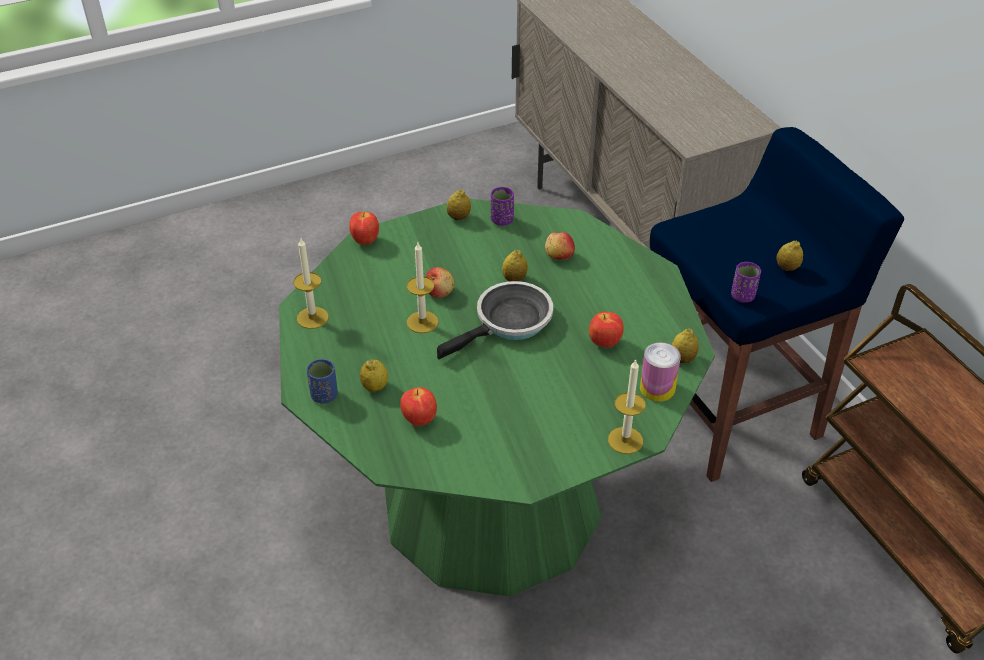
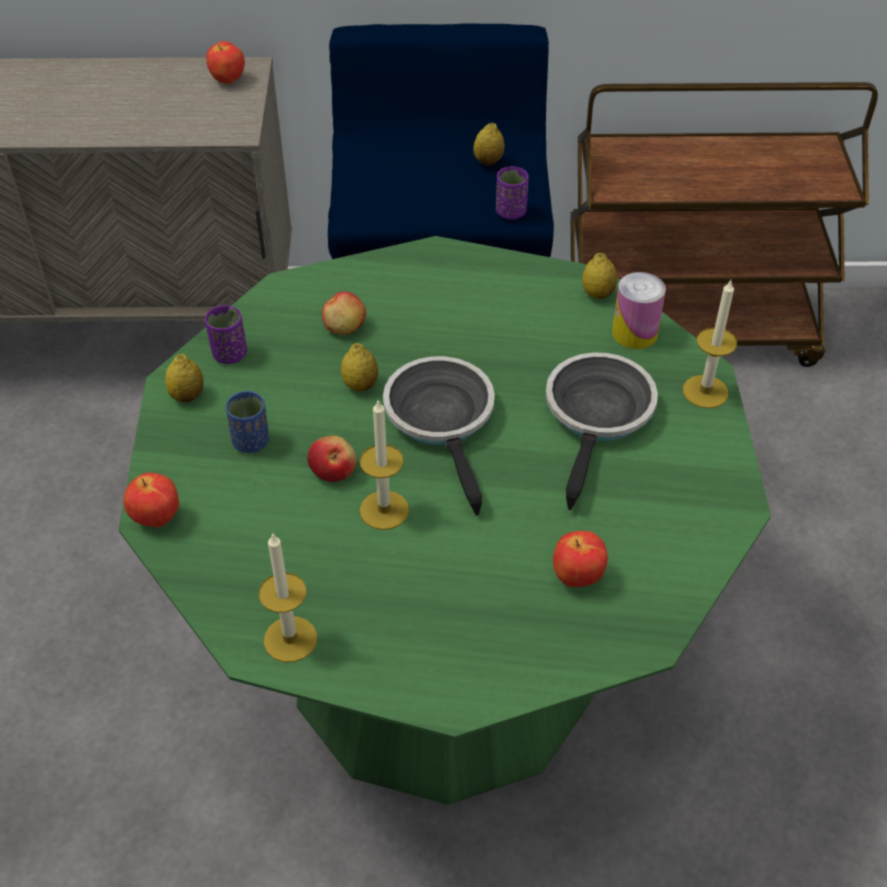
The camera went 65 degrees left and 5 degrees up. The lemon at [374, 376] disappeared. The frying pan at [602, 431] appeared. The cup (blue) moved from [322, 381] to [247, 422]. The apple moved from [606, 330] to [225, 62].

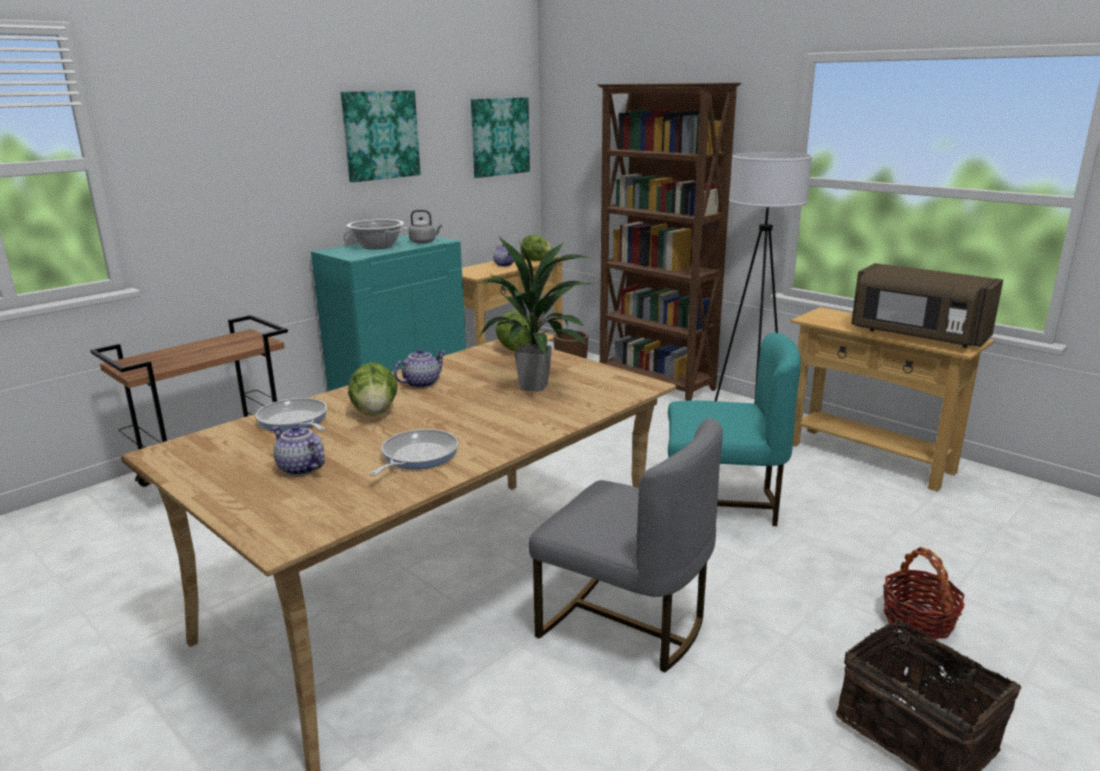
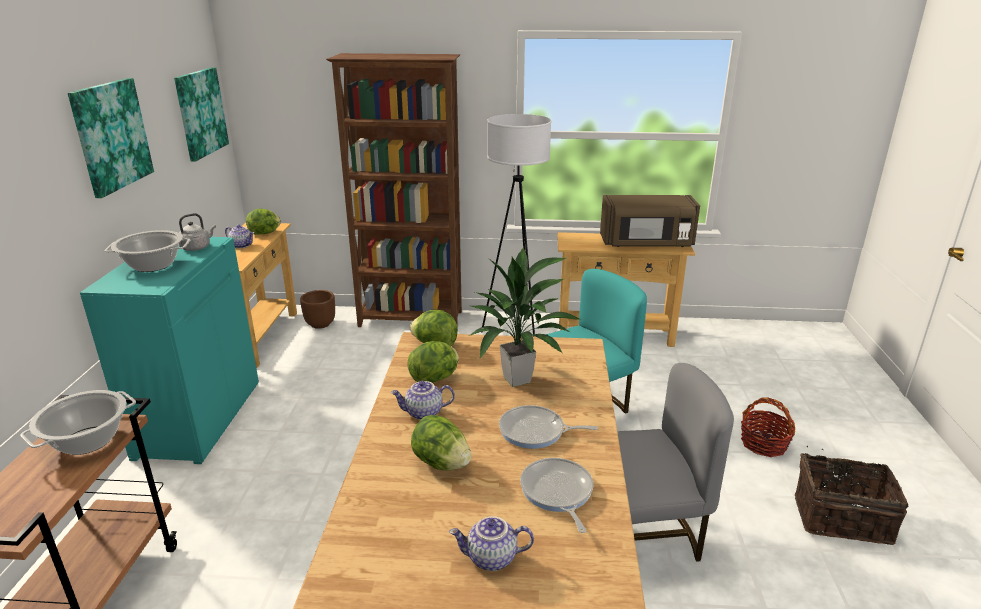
The camera went 40 degrees left and 5 degrees up. The cooking pot at [78, 422] appeared. The lettuce at [433, 362] appeared. The frying pan moved from [291, 415] to [548, 427]. The teapot at [420, 368] turned 105 degrees counterclockwise.

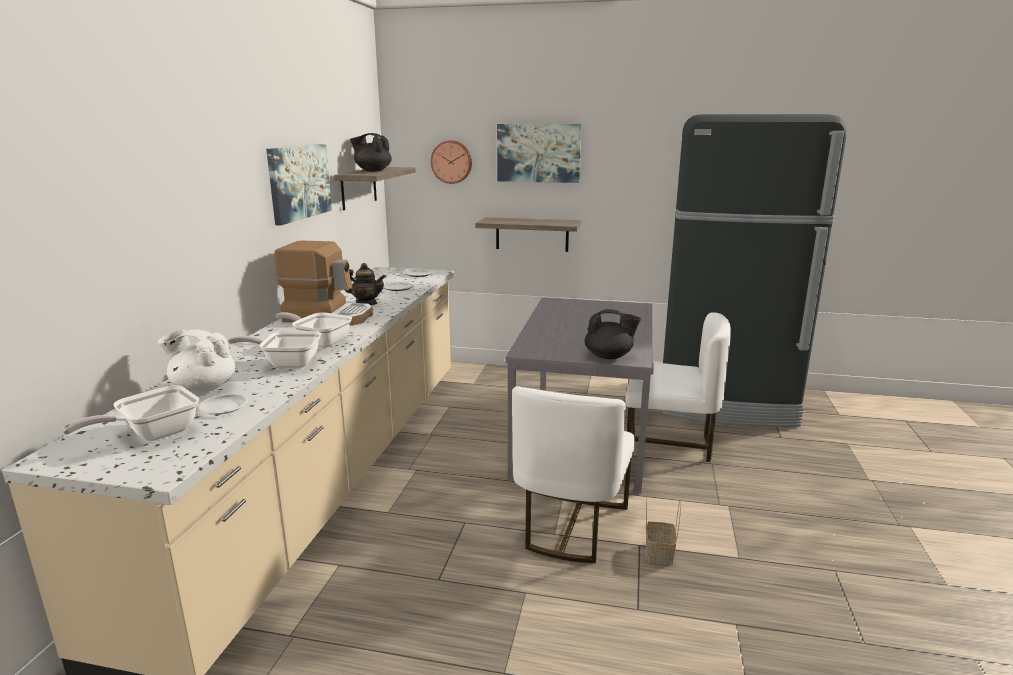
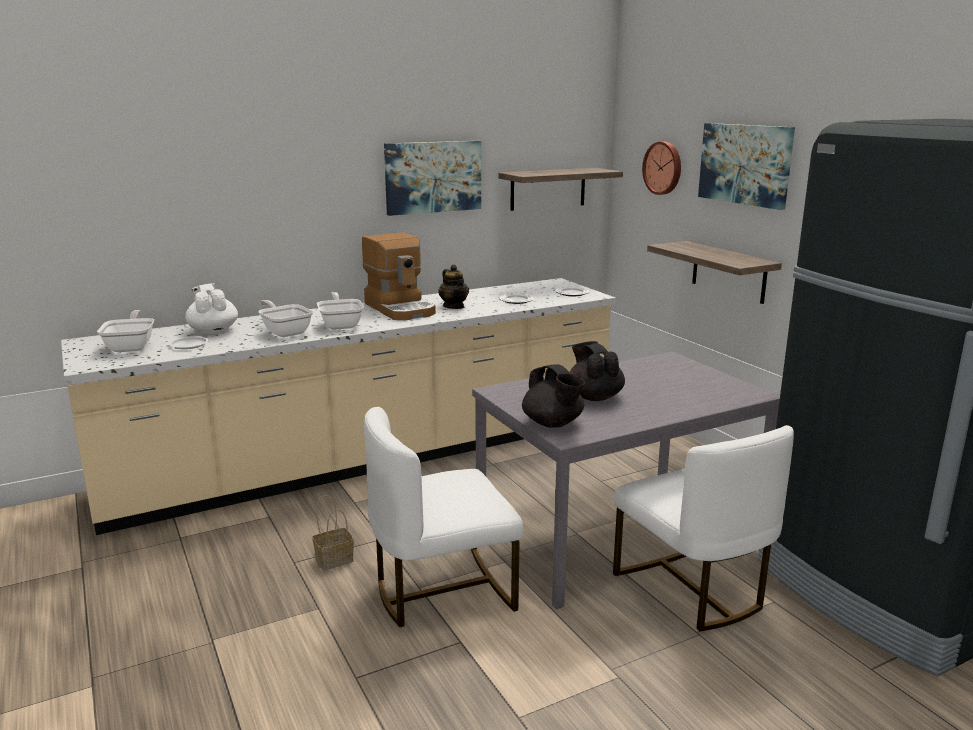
The camera went 50 degrees right and 0 degrees up. The teapot (black) moved from [371, 152] to [597, 371]. The basket moved from [663, 530] to [333, 532]. The frying pan at [130, 413] turned 75 degrees clockwise.

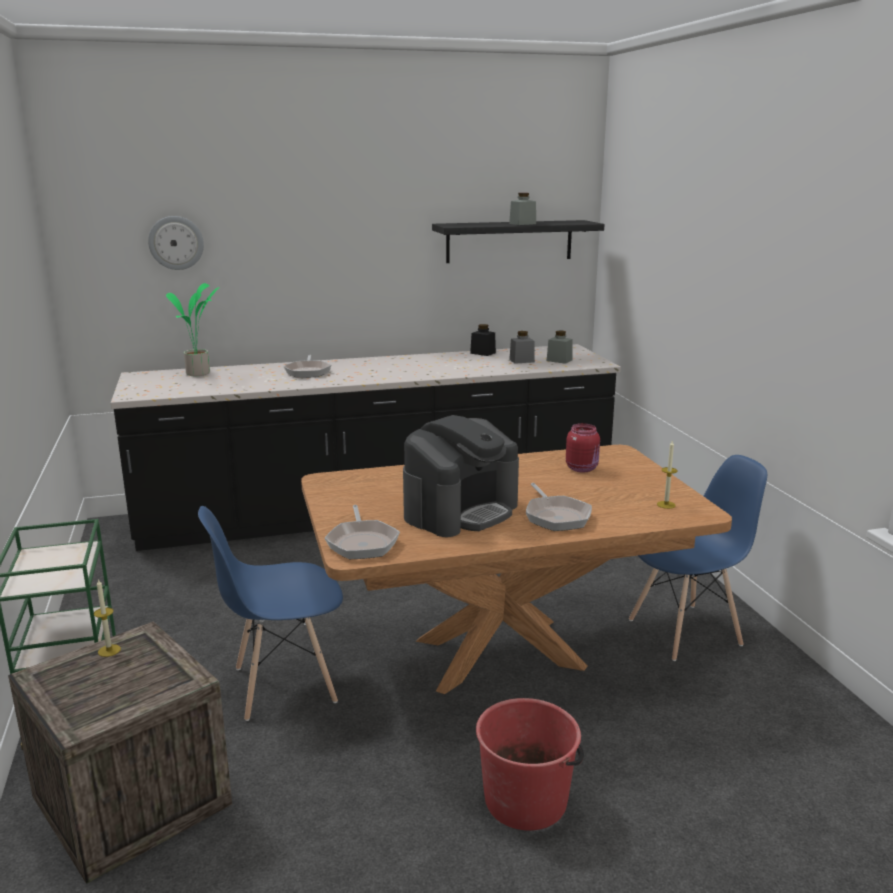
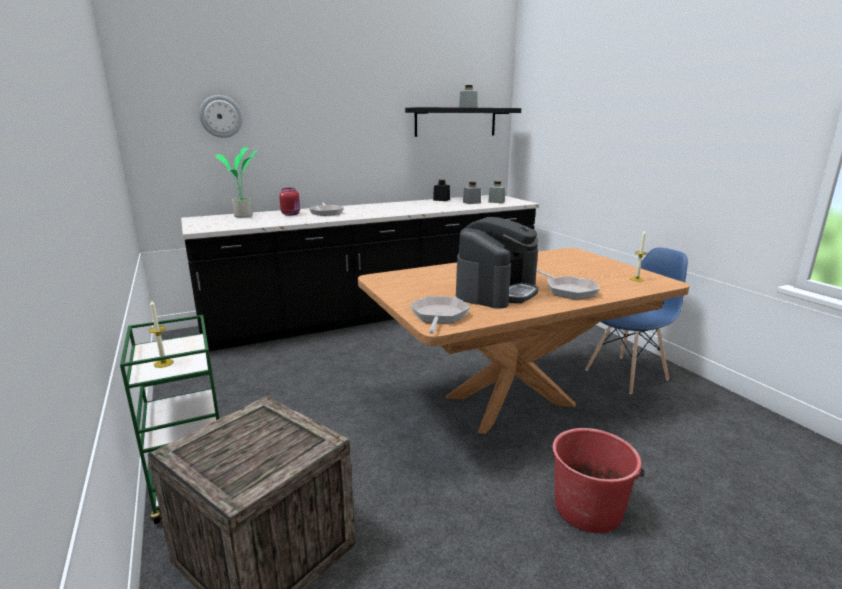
The camera went 10 degrees left and 0 degrees up. The chair (blue) at [270, 613] disappeared. The candle moved from [107, 618] to [161, 333]. The jar (red) moved from [583, 448] to [289, 202]. The frying pan at [362, 532] turned 150 degrees counterclockwise.

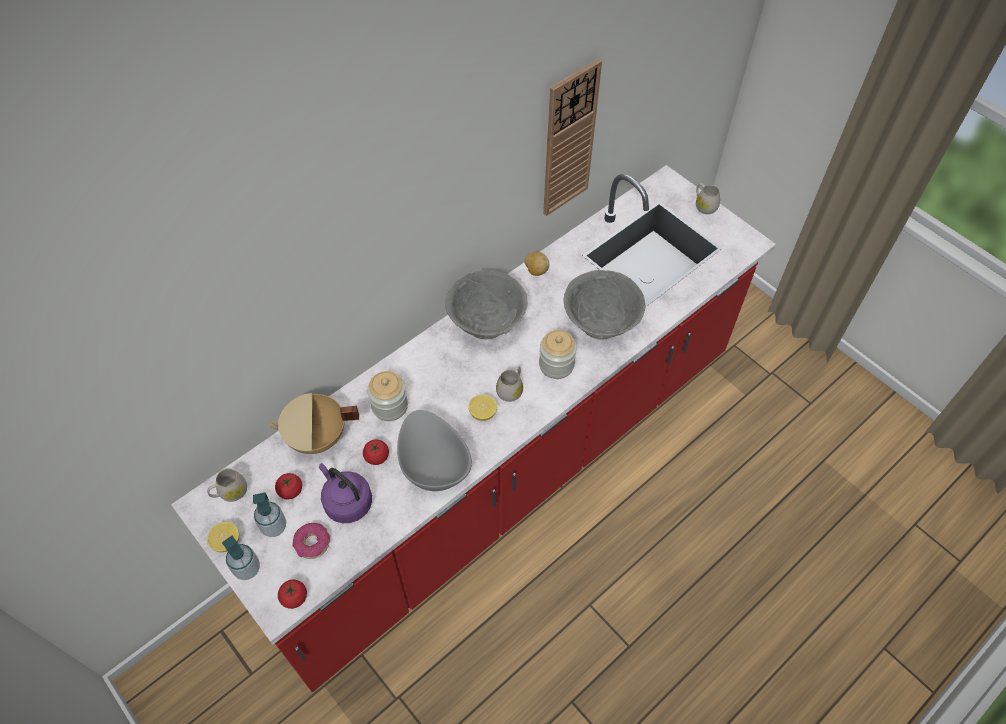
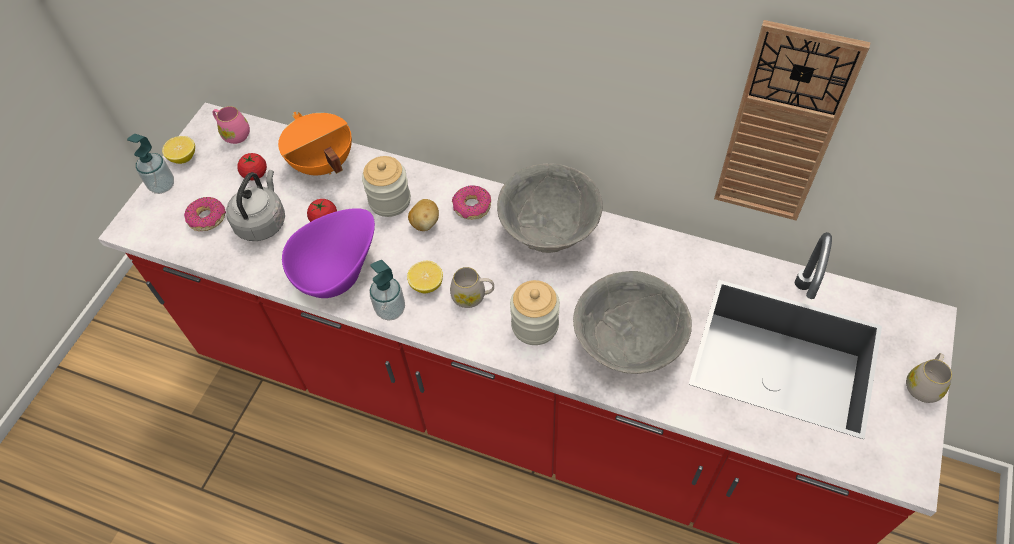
The camera went 65 degrees right and 0 degrees up. The tomato at [292, 594] disappeared. The donut at [471, 202] appeared. The soap dispenser moved from [269, 515] to [387, 290]. The potato moved from [536, 264] to [423, 215]. The mug (white) at [227, 485] became the mug (pink) at [231, 125]. The cooking pot (beige) at [314, 423] became the cooking pot (orange) at [315, 143]. The kettle (purple) at [345, 493] became the kettle (grey) at [255, 205]. The bowl (grey) at [434, 450] became the bowl (purple) at [328, 253].

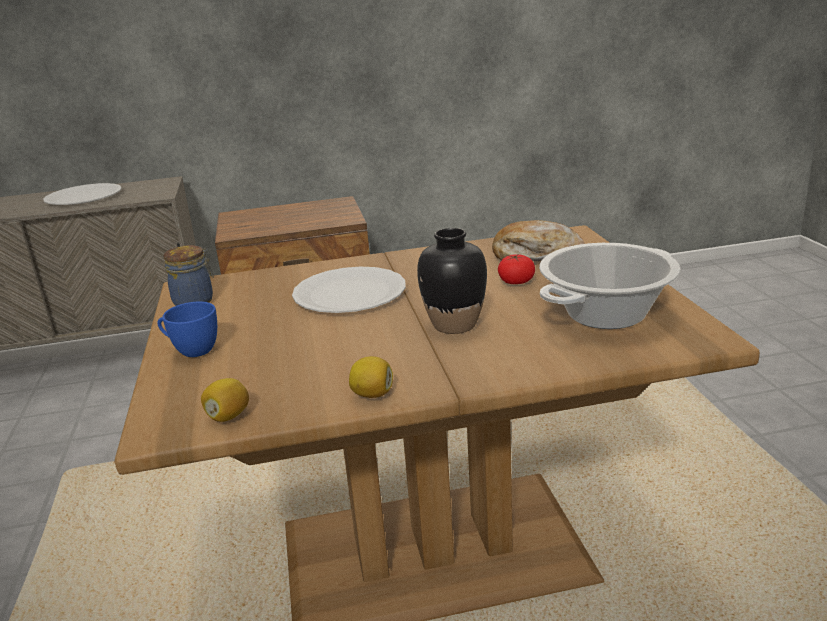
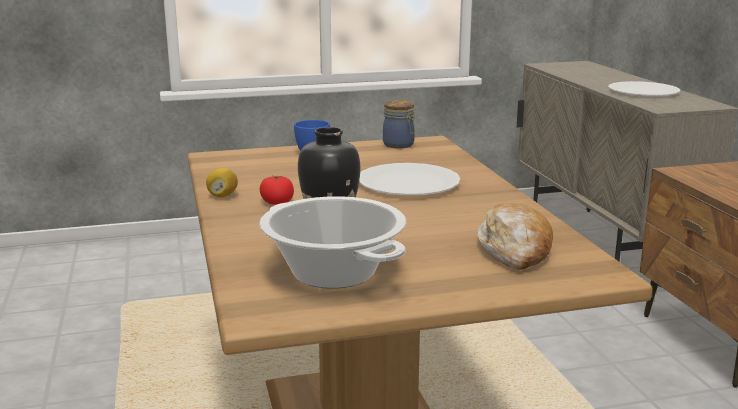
The camera went 85 degrees right and 5 degrees down. The lemon at [225, 400] disappeared. The tomato moved from [516, 269] to [277, 190].

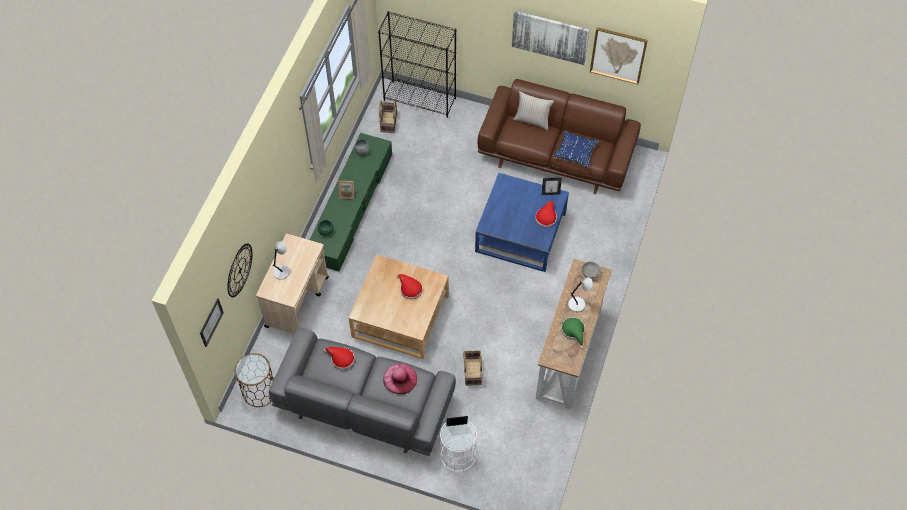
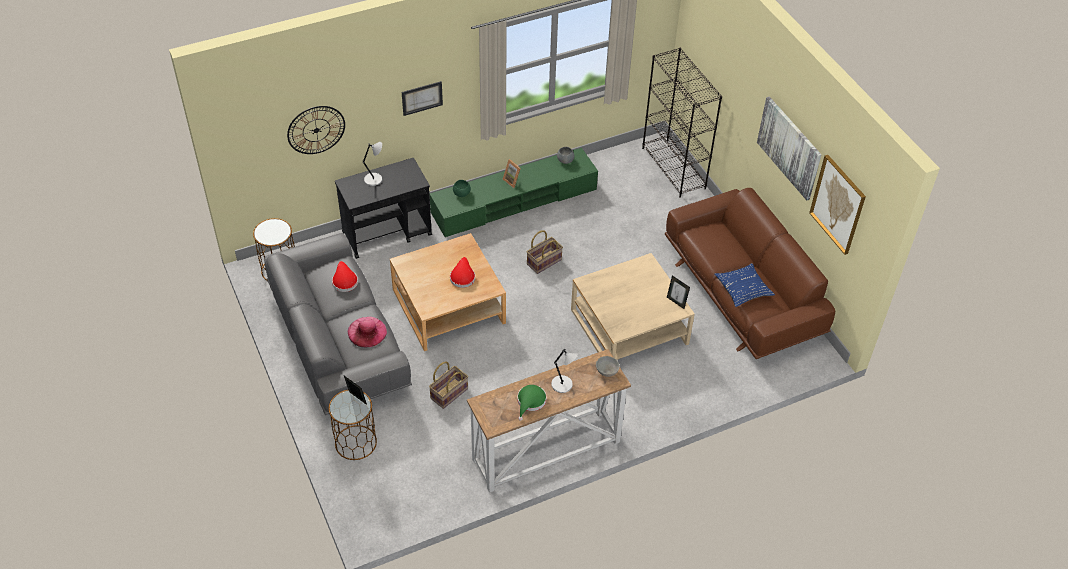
The camera went 45 degrees right and 10 degrees down. The pillow (beige) at [533, 110] disappeared. The hat (red) at [546, 214] disappeared. The picture moved from [212, 322] to [422, 98]. The basket moved from [388, 117] to [545, 252]. The cart (beige) at [292, 283] became the cart (black) at [383, 208]. The side table (white) at [458, 446] became the side table (brown) at [353, 425]. The coffee table (blue) at [522, 222] became the coffee table (beige) at [633, 306].

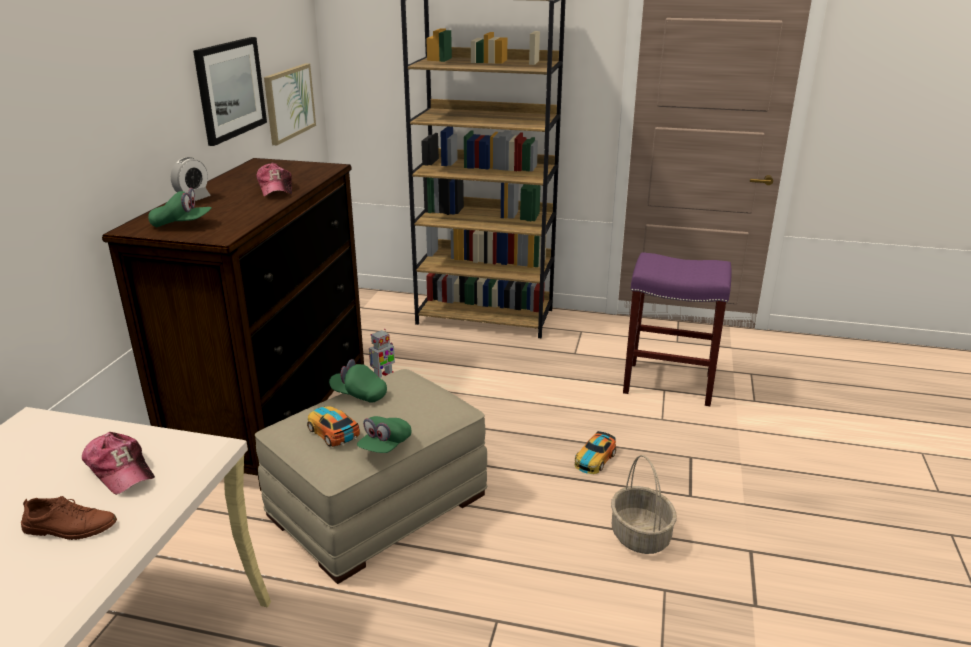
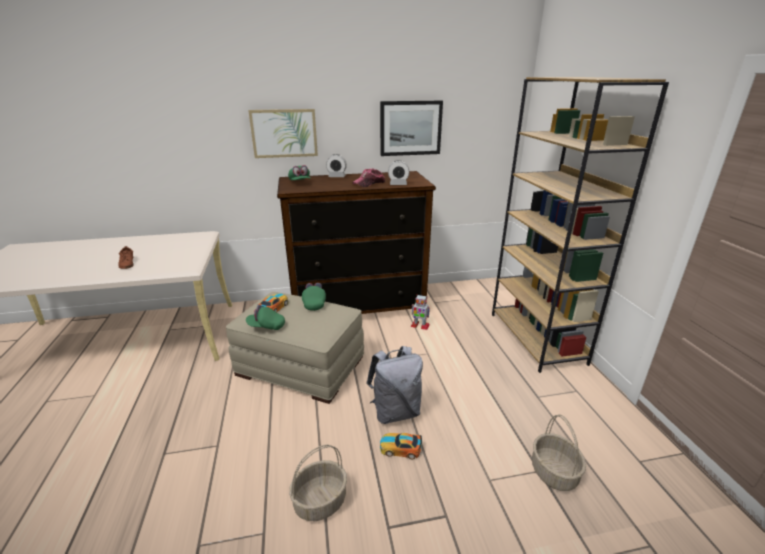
The camera went 65 degrees right and 0 degrees up. The cap at [118, 463] disappeared. The backpack (grey) at [394, 385] appeared. The alarm clock at [399, 172] appeared. The picture moved from [290, 104] to [283, 133]. The stool (purple) at [677, 329] was replaced by the basket at [559, 452].

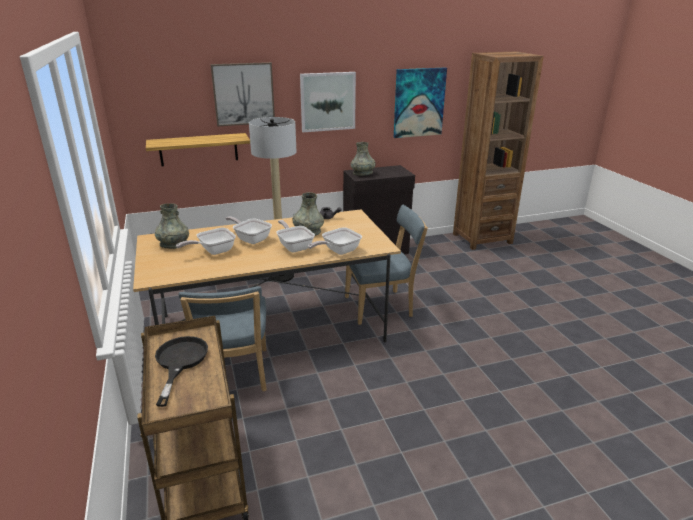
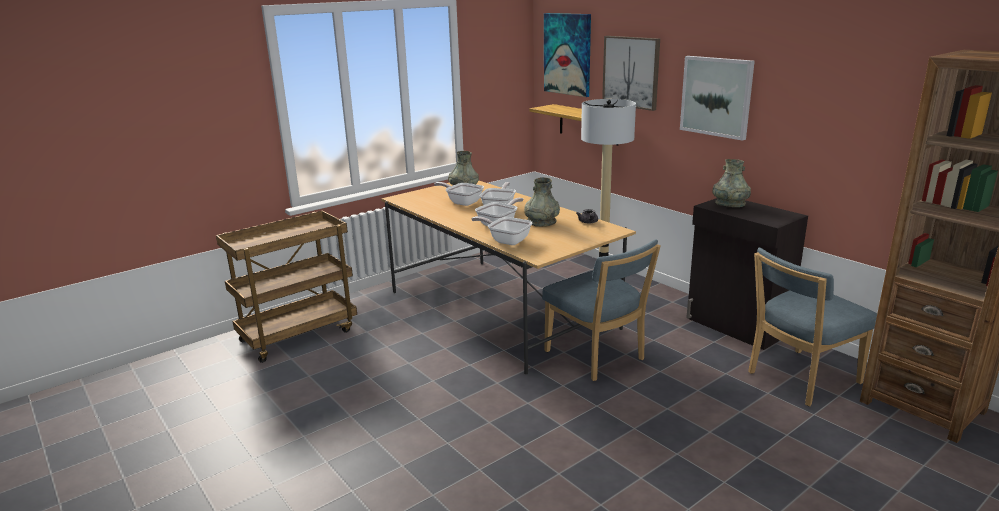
The camera went 70 degrees right and 5 degrees down. The frying pan (black) at [181, 371] disappeared. The chair (blue) moved from [223, 338] to [812, 327]. The picture moved from [420, 103] to [567, 55].

